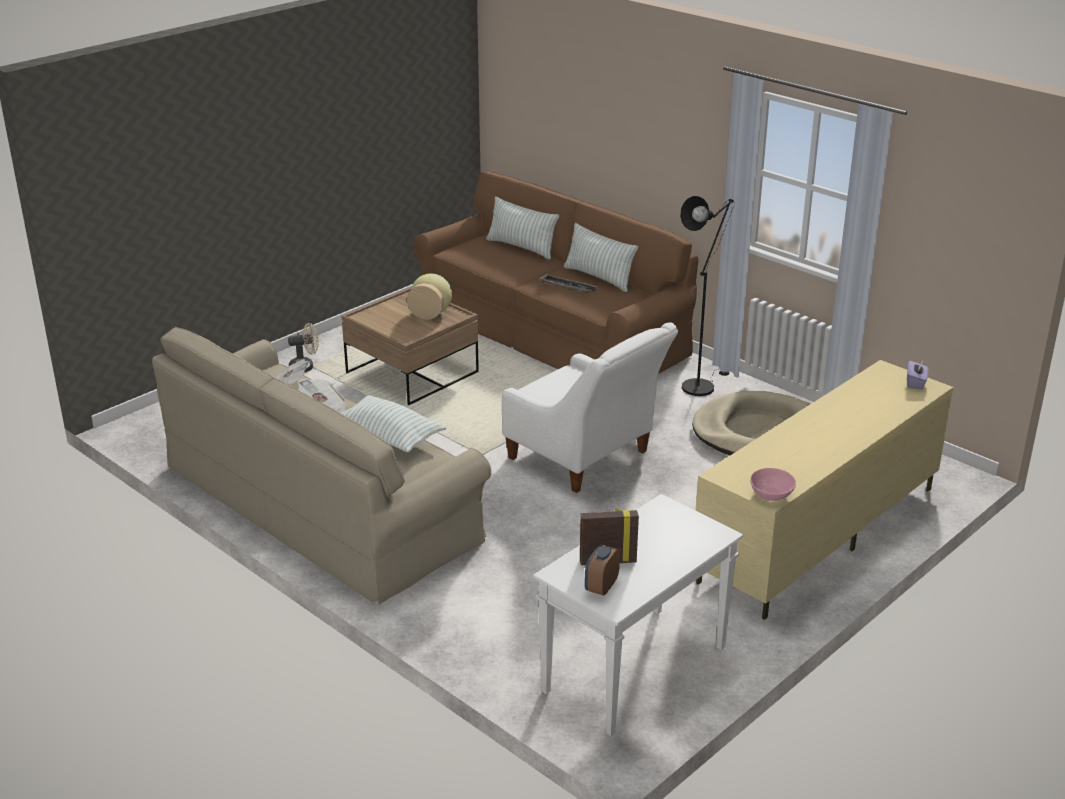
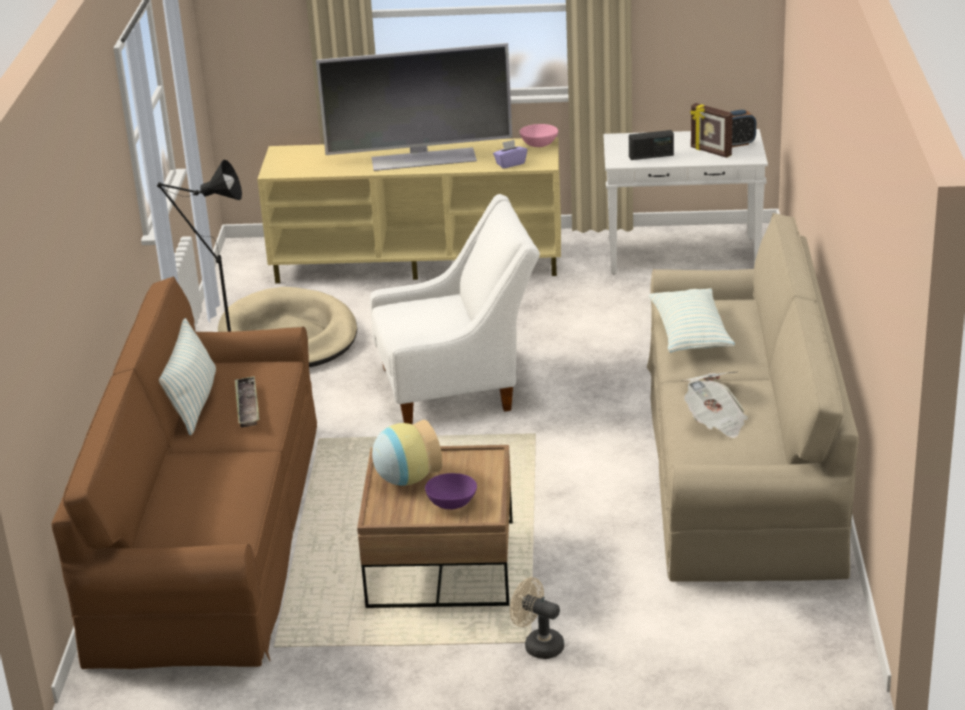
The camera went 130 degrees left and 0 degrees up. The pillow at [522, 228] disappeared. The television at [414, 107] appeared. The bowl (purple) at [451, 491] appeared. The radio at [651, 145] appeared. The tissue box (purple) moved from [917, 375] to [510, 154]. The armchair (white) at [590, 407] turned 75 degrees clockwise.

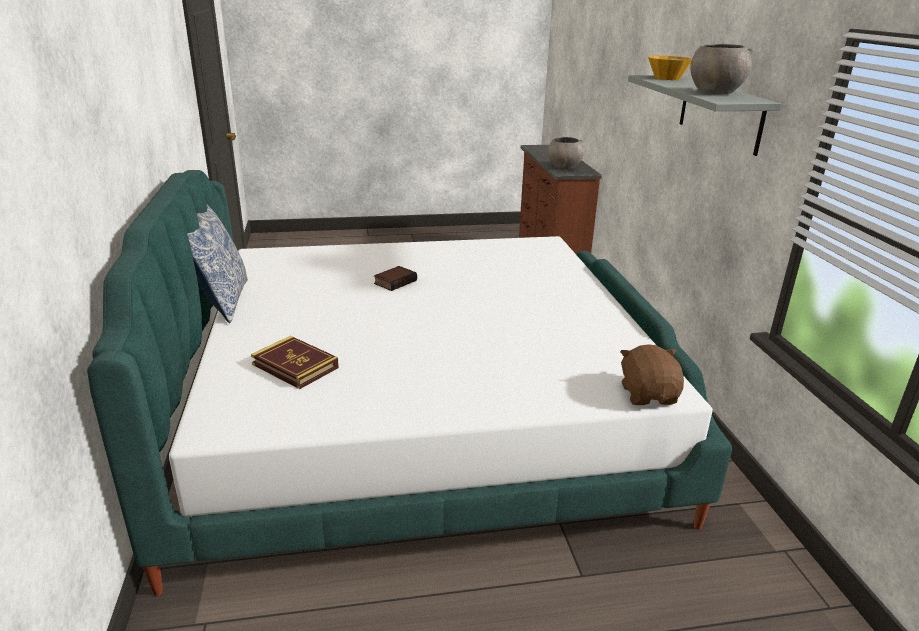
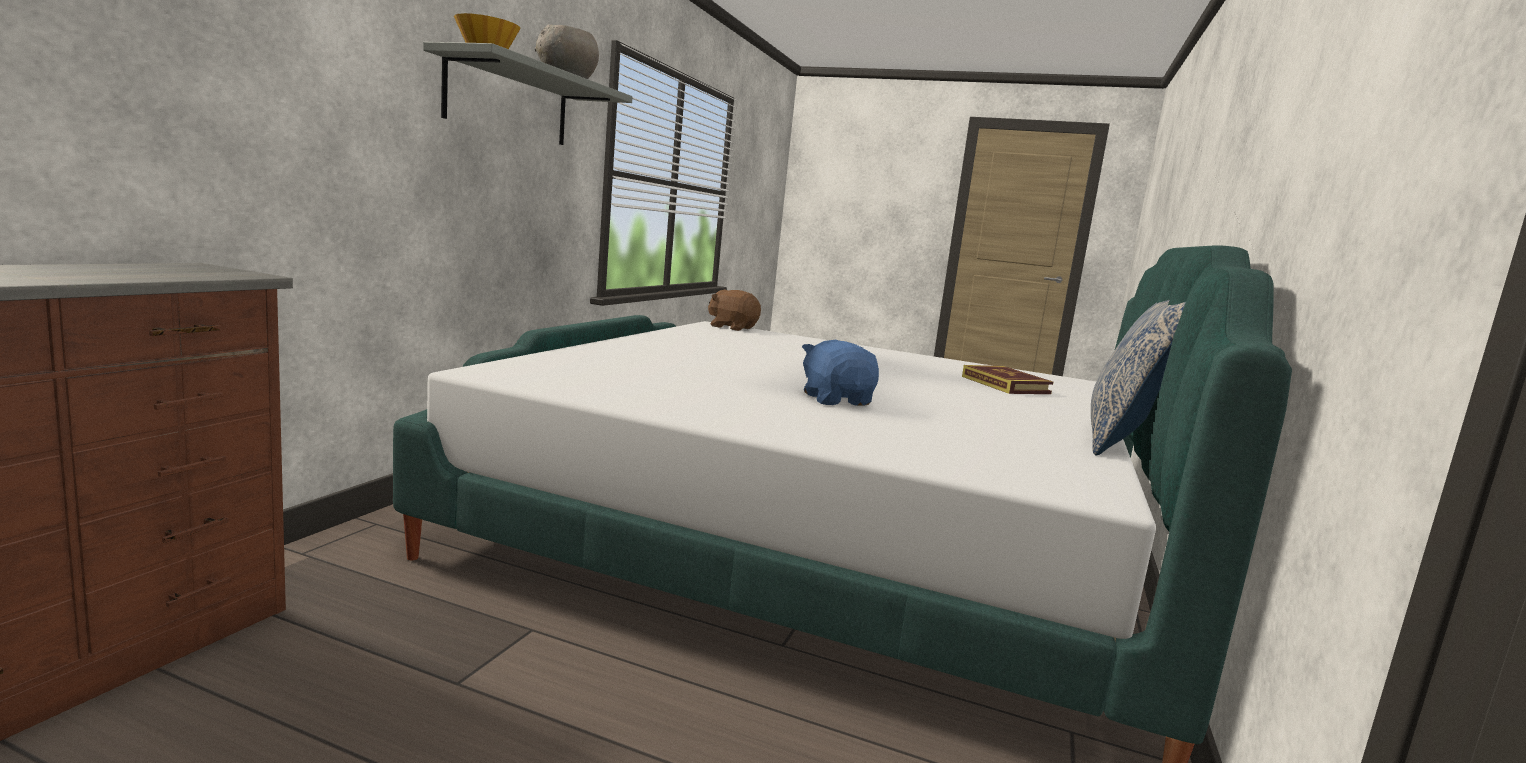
The camera went 150 degrees left and 15 degrees down. The bowl (grey) at [566, 153] disappeared. The book at [395, 278] was replaced by the plush toy (blue) at [840, 373]. The plush toy (brown) at [652, 374] turned 90 degrees clockwise.

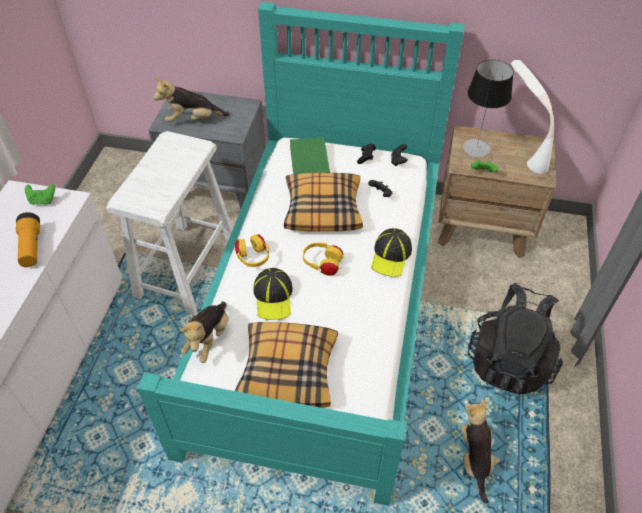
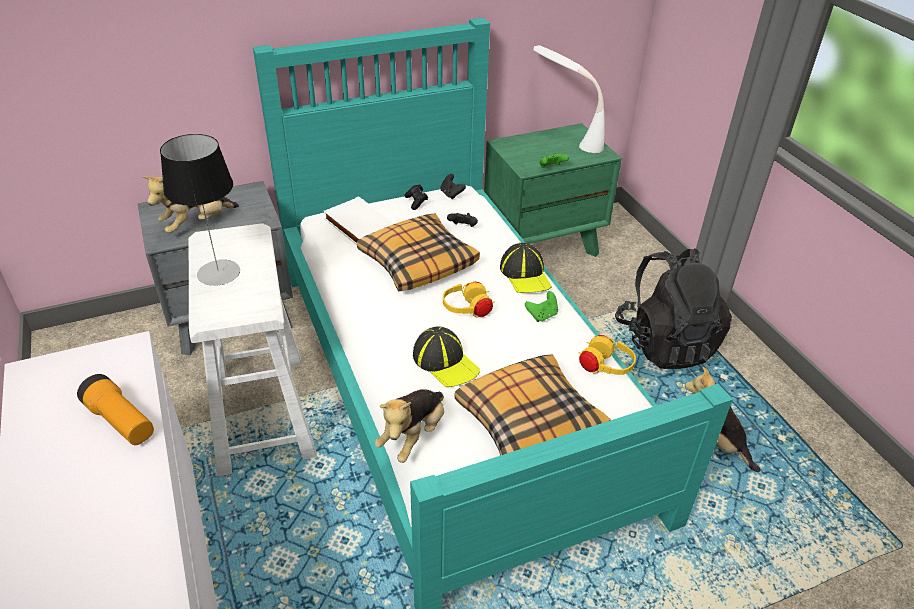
The camera went 35 degrees left and 10 degrees down. The game controller (green) moved from [40, 194] to [541, 306]. The headphones (yellow) moved from [252, 250] to [607, 355]. The table lamp moved from [488, 108] to [200, 210]. The book (green) at [310, 155] became the book (white) at [360, 220]. The nightstand (brown) at [497, 191] became the nightstand (green) at [553, 190]. The plush toy at [204, 332] turned 45 degrees clockwise.

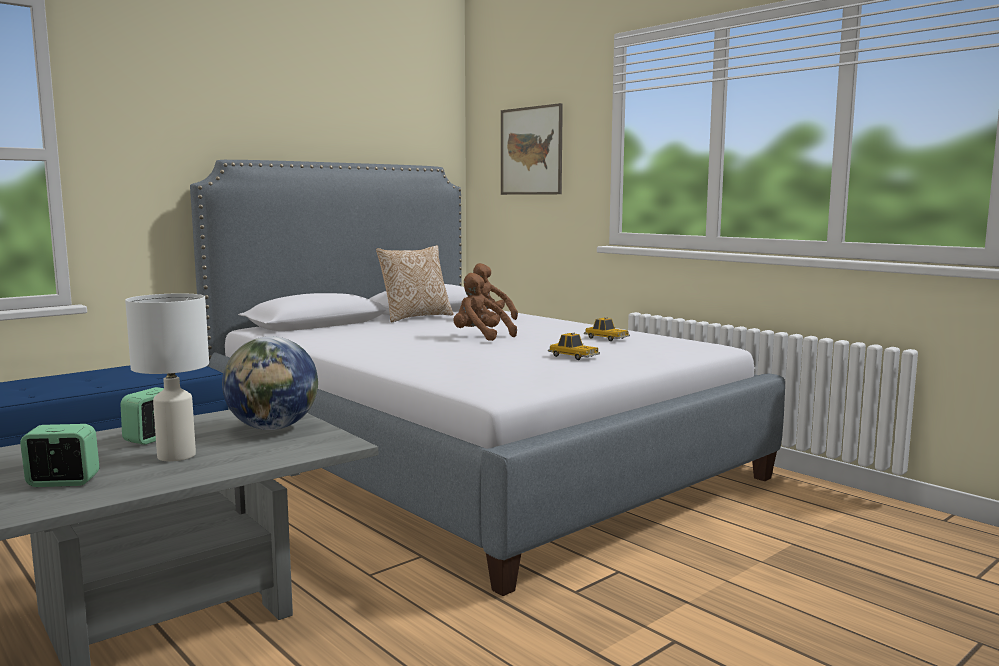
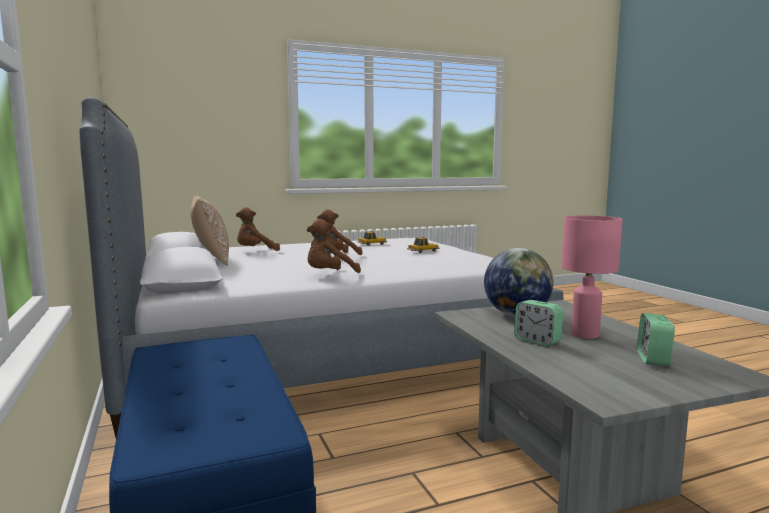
The camera went 70 degrees left and 0 degrees up. The picture at [532, 149] disappeared. The plush toy (brown) at [334, 246] appeared. The table lamp (white) at [167, 377] became the table lamp (pink) at [591, 277].

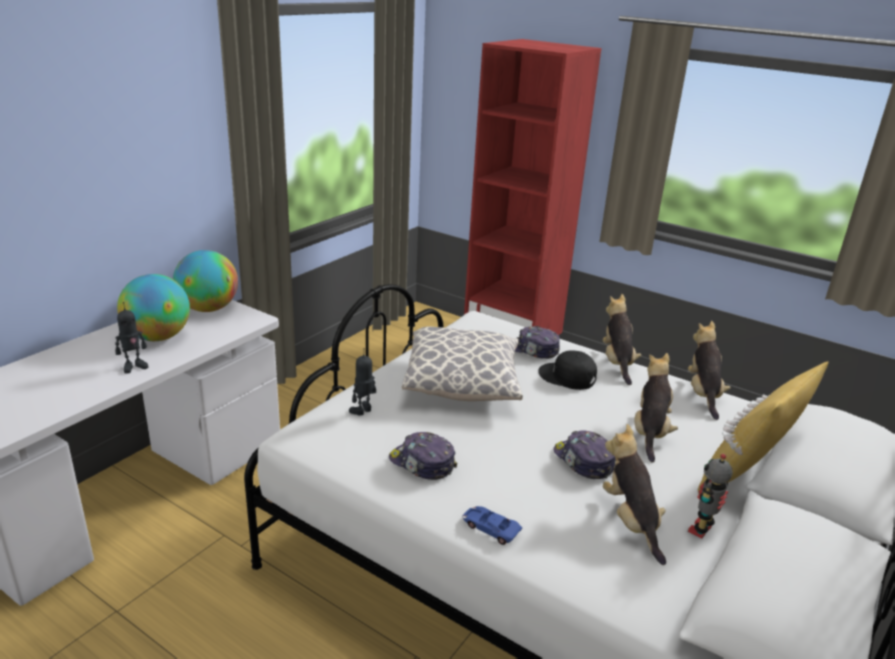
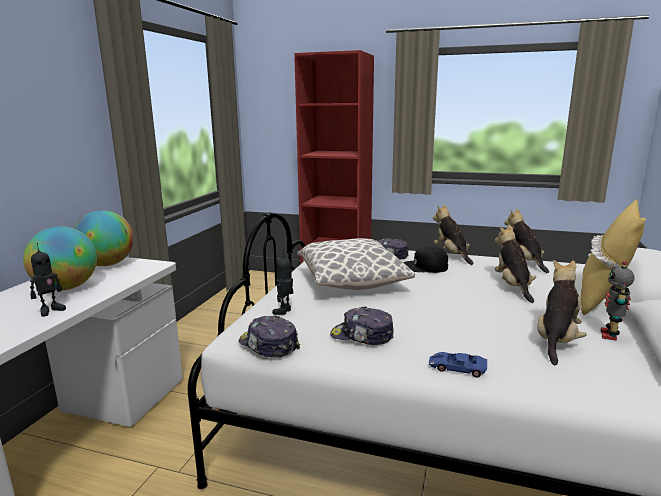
The camera went 15 degrees left and 10 degrees down. The cap moved from [584, 454] to [269, 337]. The plush toy at [634, 494] turned 60 degrees clockwise.

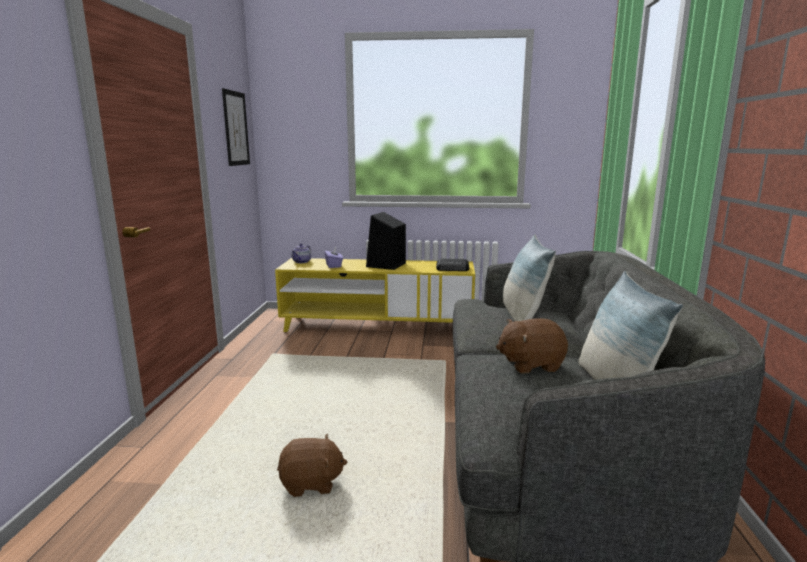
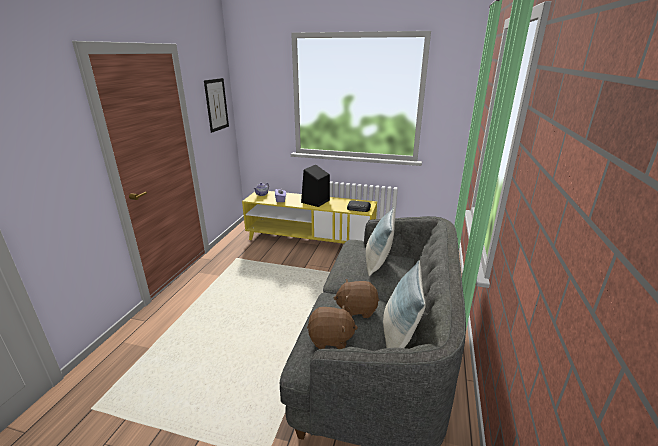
The camera went 10 degrees right and 10 degrees up. The plush toy (brown) moved from [312, 465] to [332, 327].

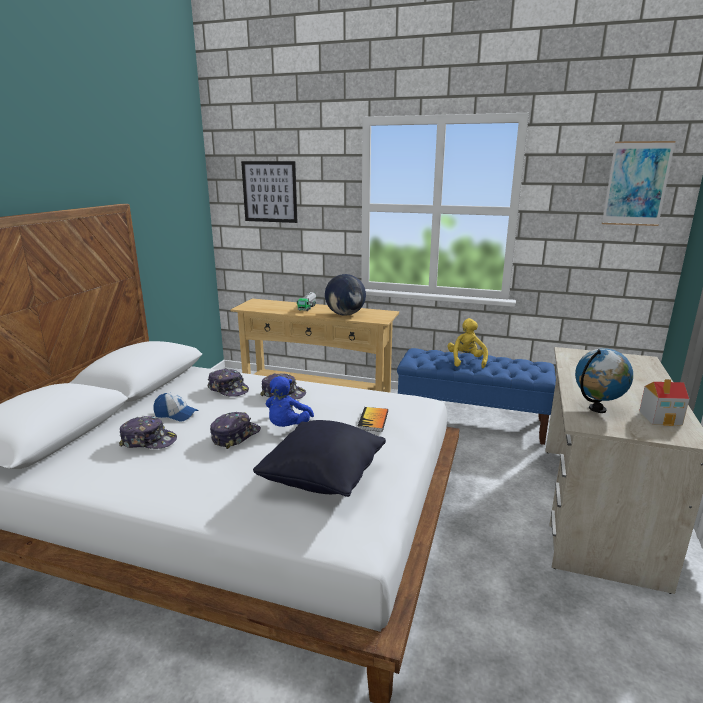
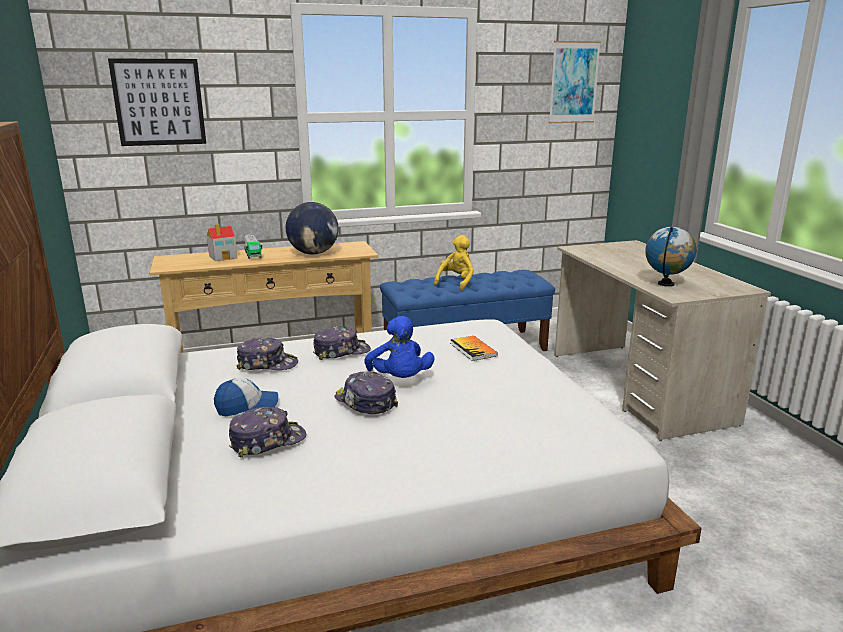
The camera went 35 degrees left and 0 degrees up. The pillow (black) at [319, 458] disappeared. The toy house moved from [664, 402] to [222, 242]. The cap at [235, 430] turned 45 degrees counterclockwise. The plush toy (yellow) at [468, 343] turned 60 degrees clockwise.

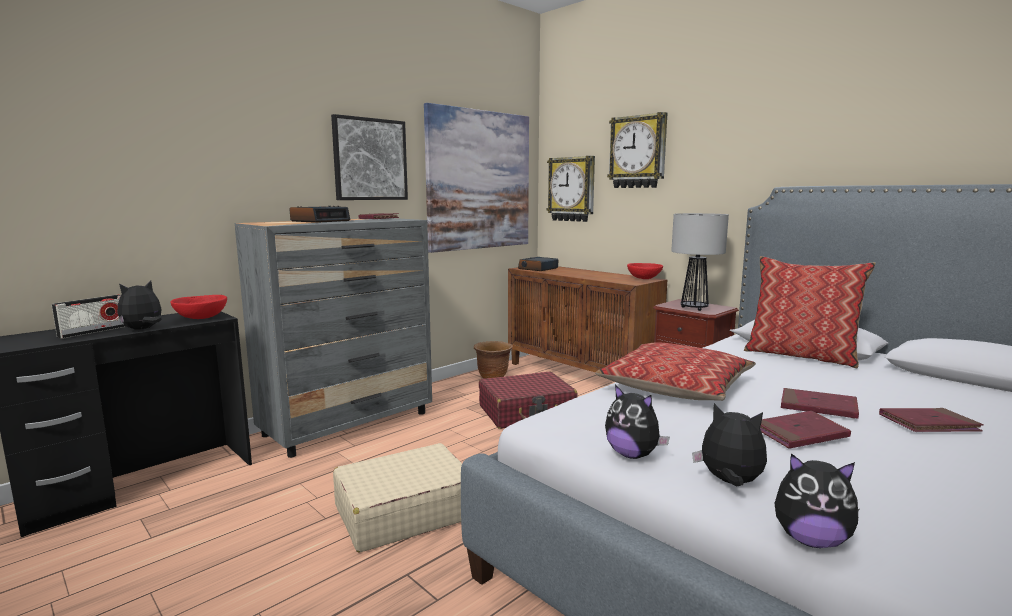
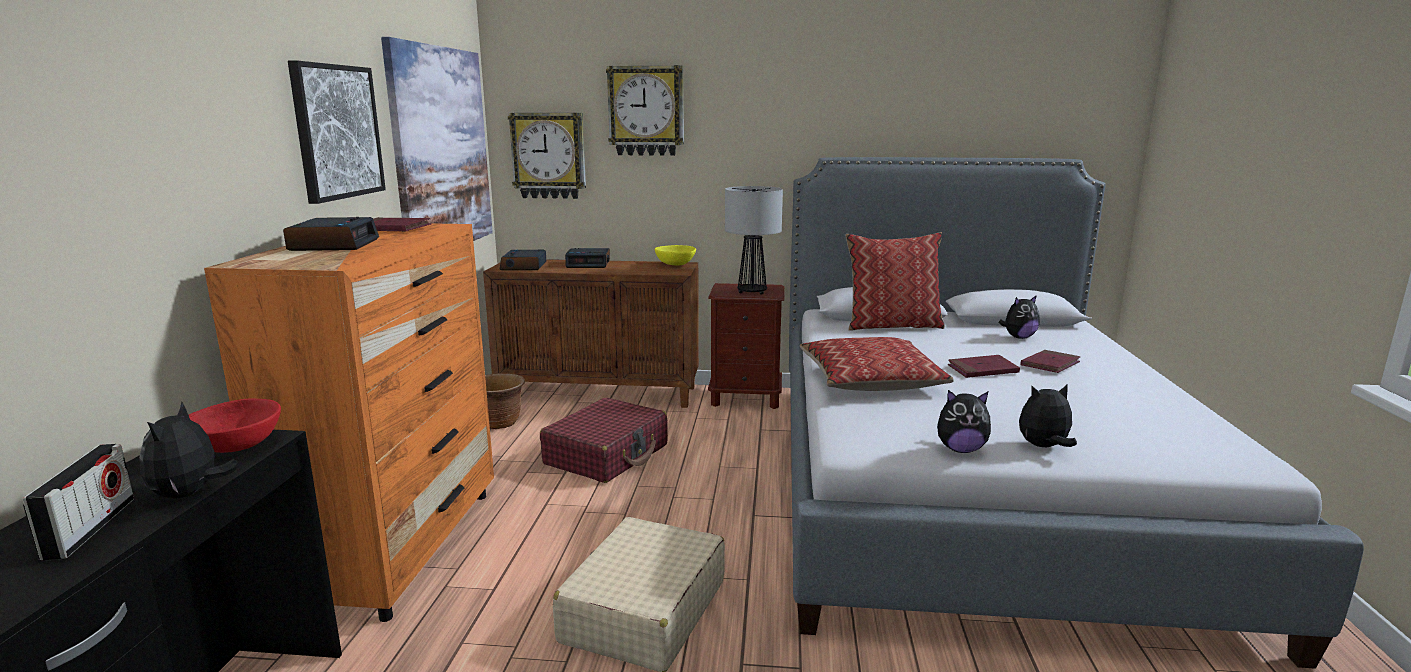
The camera went 40 degrees left and 5 degrees up. The book (red) at [805, 430] disappeared. The alarm clock at [587, 258] appeared. The plush toy moved from [816, 500] to [1019, 317]. The dresser (grey) at [333, 338] became the dresser (orange) at [349, 422]. The bowl (red) at [645, 271] became the bowl (yellow) at [675, 255].

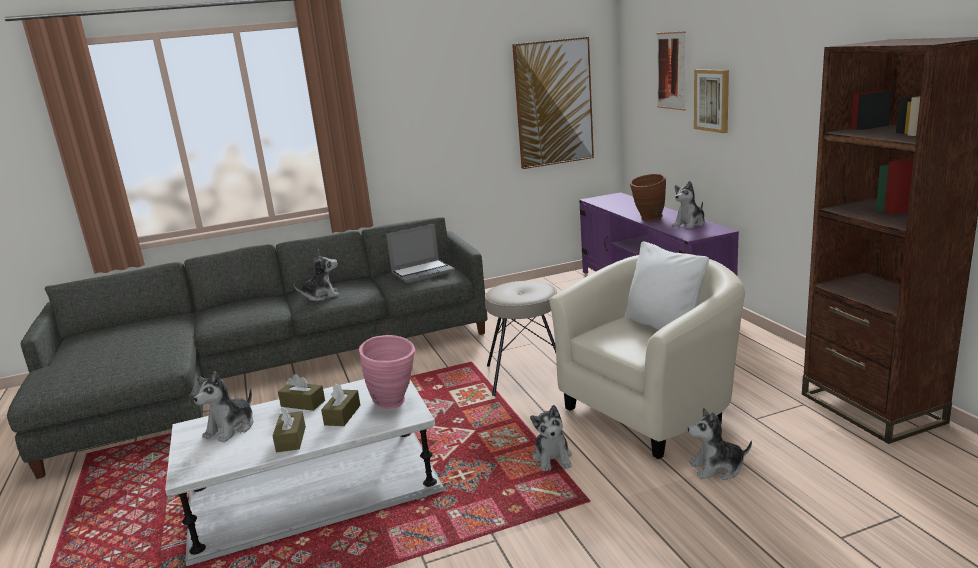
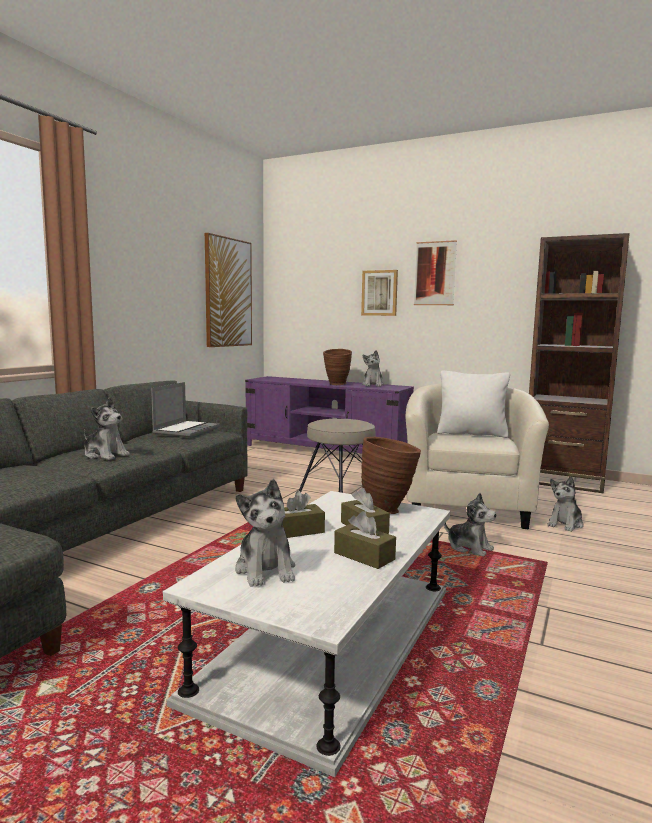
The camera went 45 degrees left and 10 degrees down. The picture moved from [671, 70] to [435, 272]. The vase (pink) at [387, 372] became the vase (brown) at [391, 475]. The plush toy at [316, 275] turned 90 degrees clockwise.

